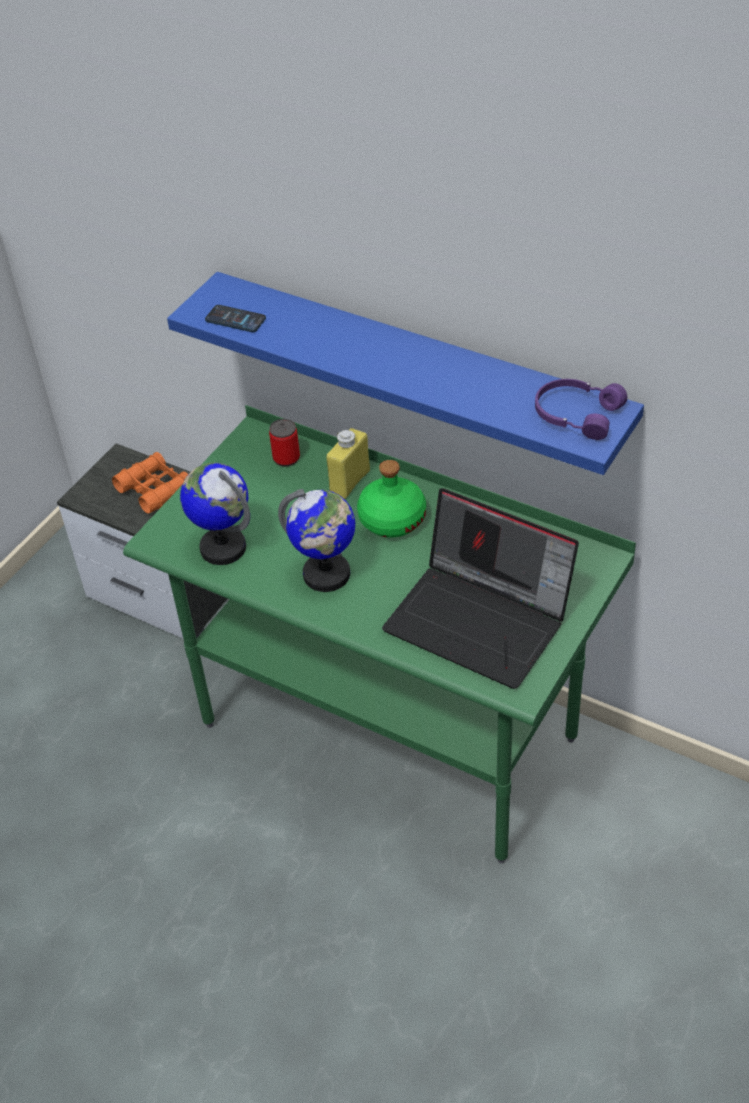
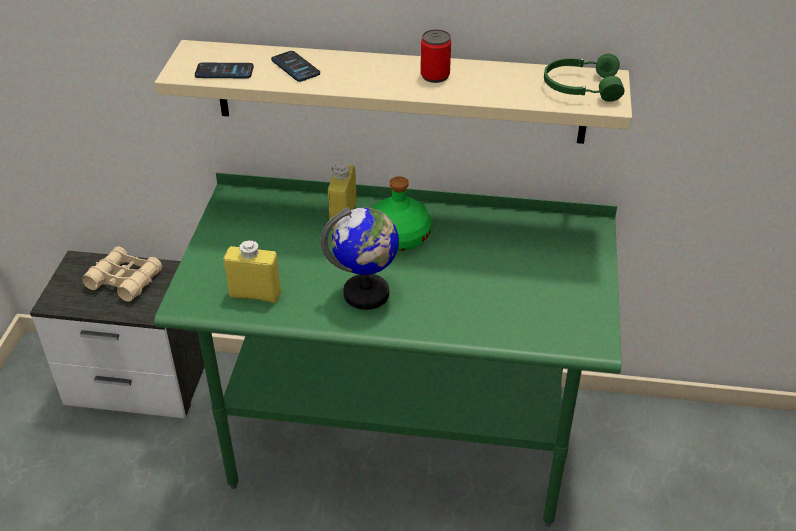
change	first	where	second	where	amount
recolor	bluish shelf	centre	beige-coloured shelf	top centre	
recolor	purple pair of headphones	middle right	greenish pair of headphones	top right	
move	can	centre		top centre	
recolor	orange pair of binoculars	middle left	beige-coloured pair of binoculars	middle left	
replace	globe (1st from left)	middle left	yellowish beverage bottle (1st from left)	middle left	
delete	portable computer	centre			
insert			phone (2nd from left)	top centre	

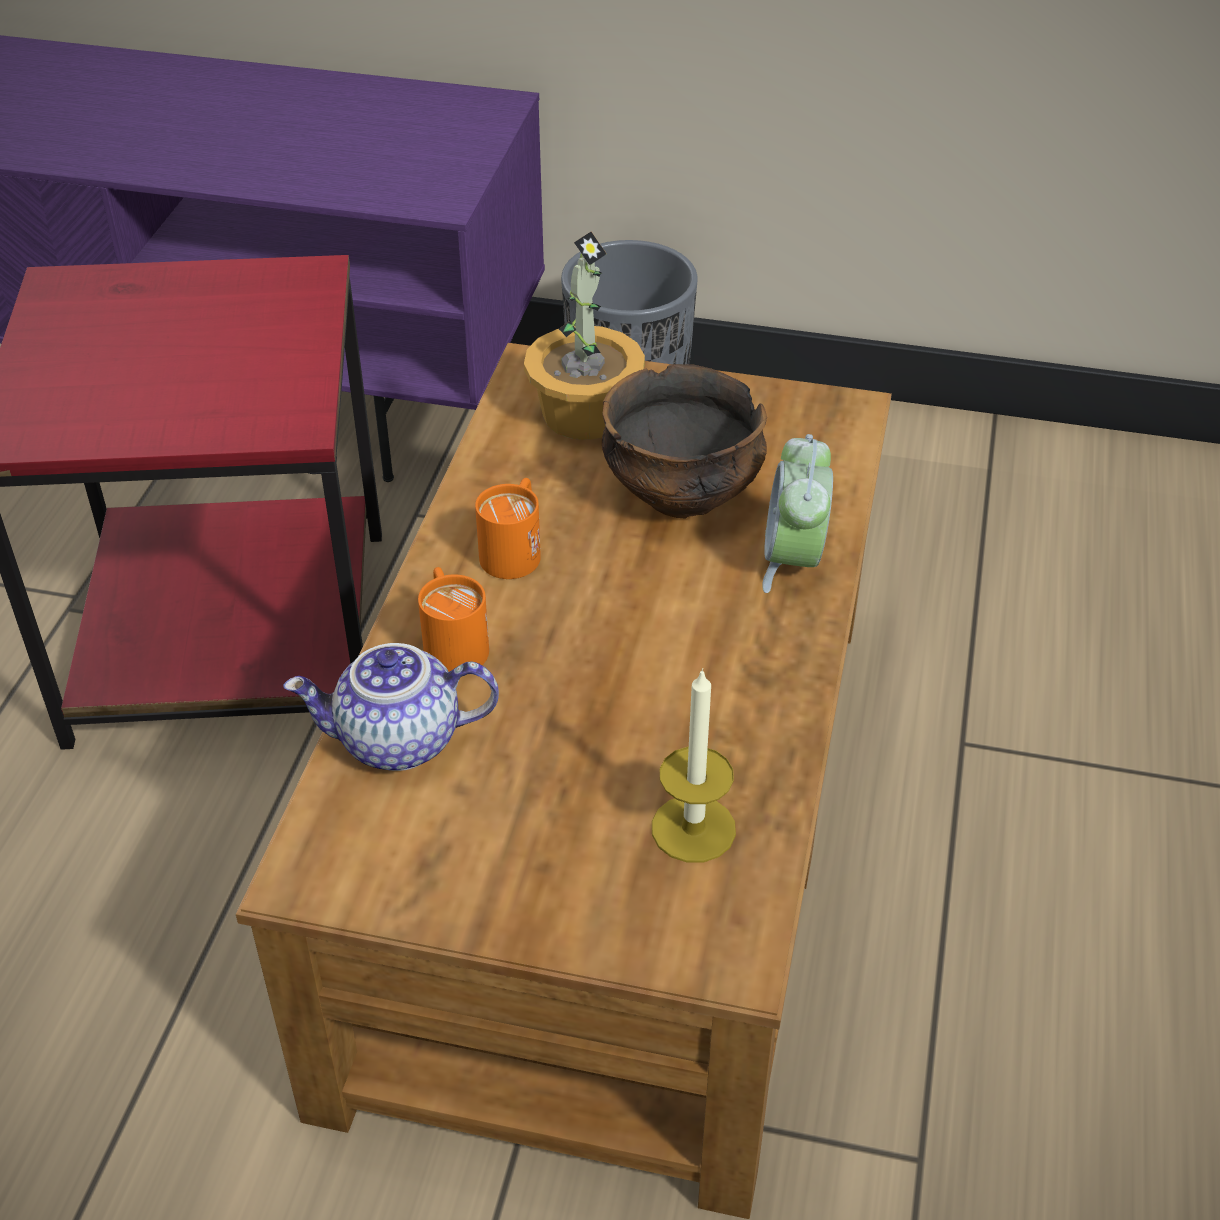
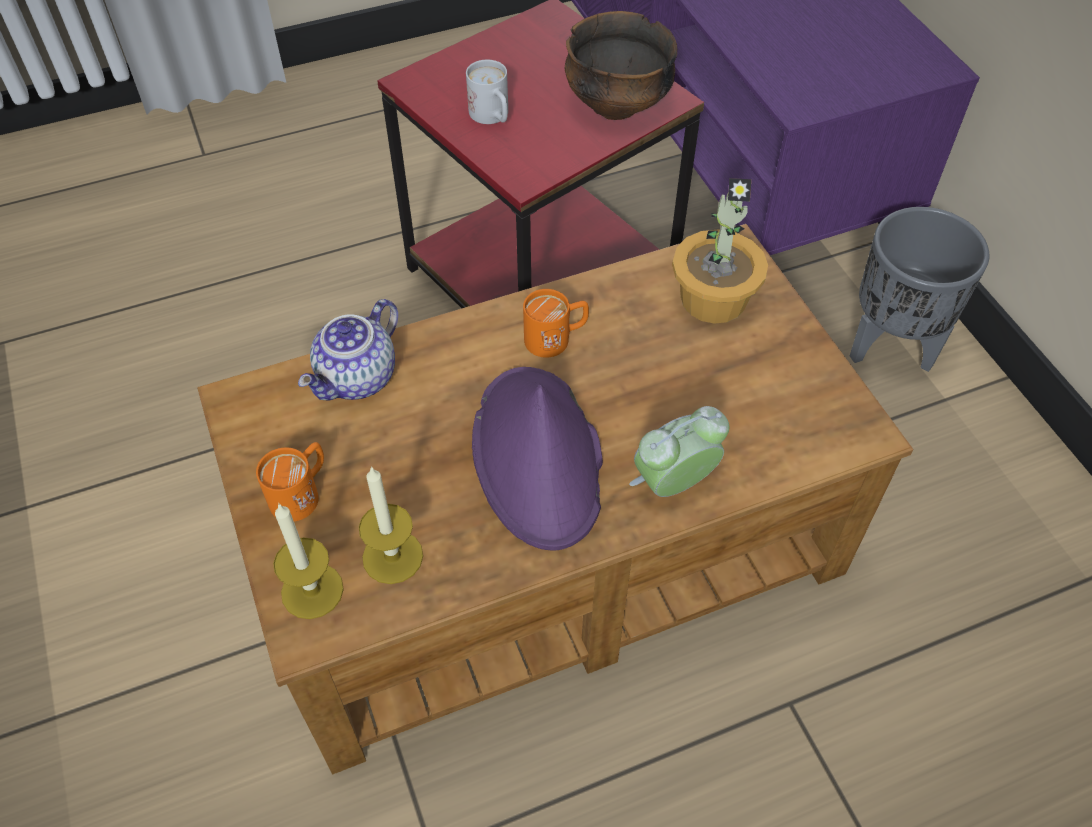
change	first	where	second	where	amount
move	bowl	centre		top centre	
move	orange coffee mug (1st from left)	centre		middle left	
rotate	tea pot	middle left		middle left	105 degrees counterclockwise
insert			whitish coffee mug	top centre	
insert			purple hat	centre	
insert			candle (1st from left)	bottom left	

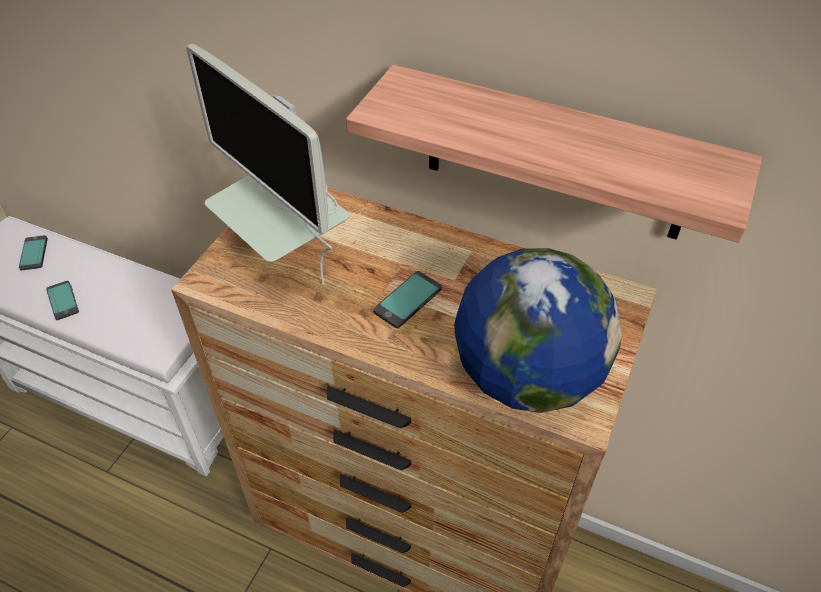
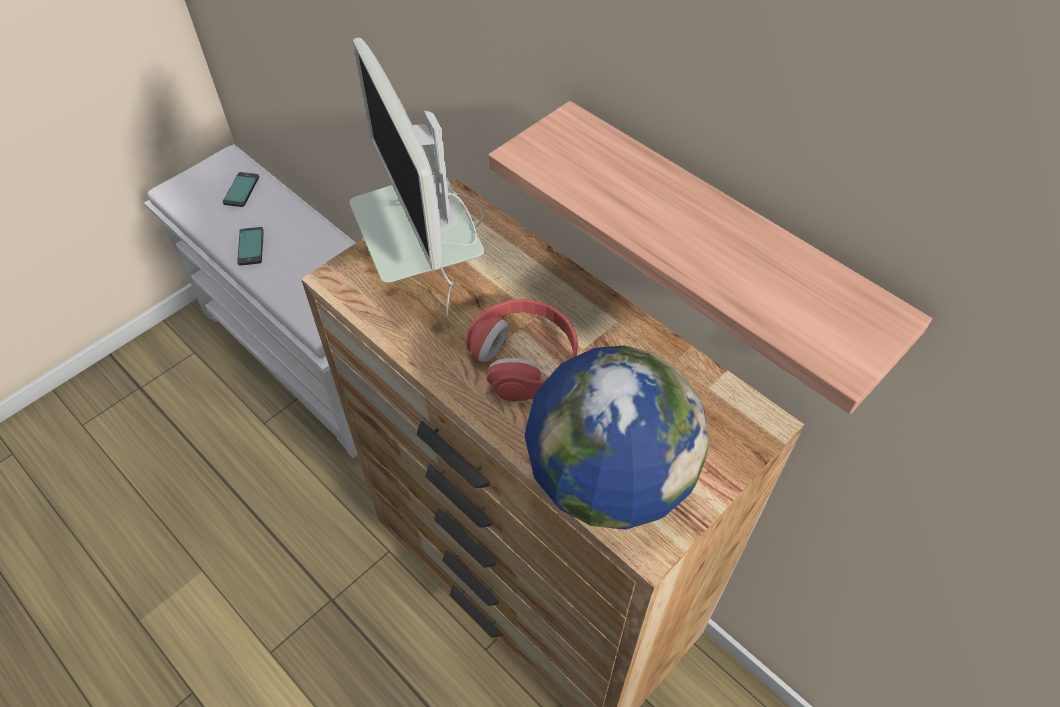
change	first	where	second	where	amount
replace	phone (3rd from left)	centre	reddish pair of headphones	centre	

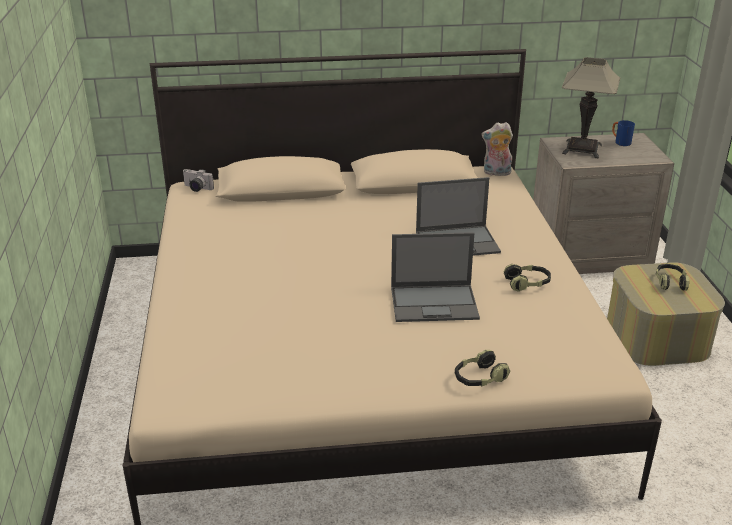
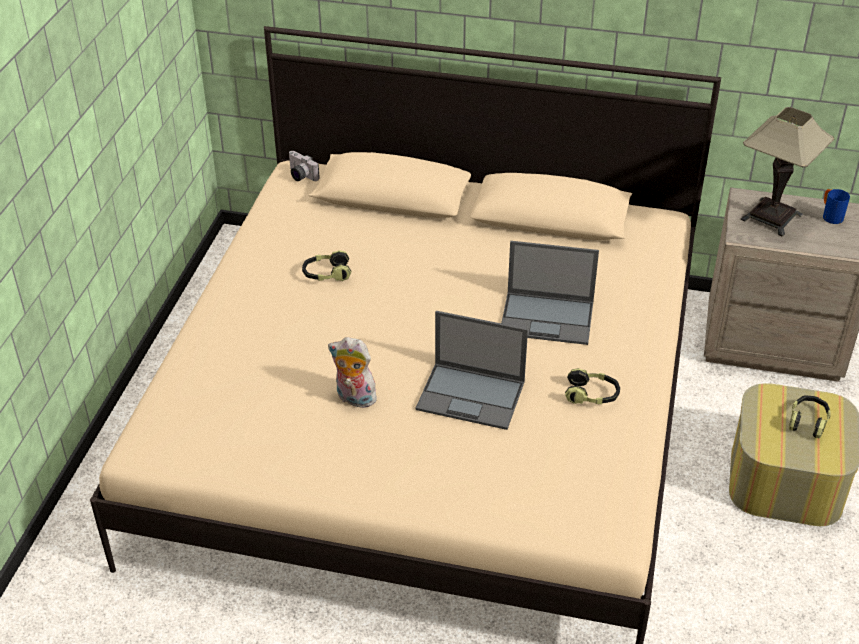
change	first	where	second	where	amount
move	cuddly toy	top right		centre	
move	pair of headphones (1st from left)	bottom centre		centre	

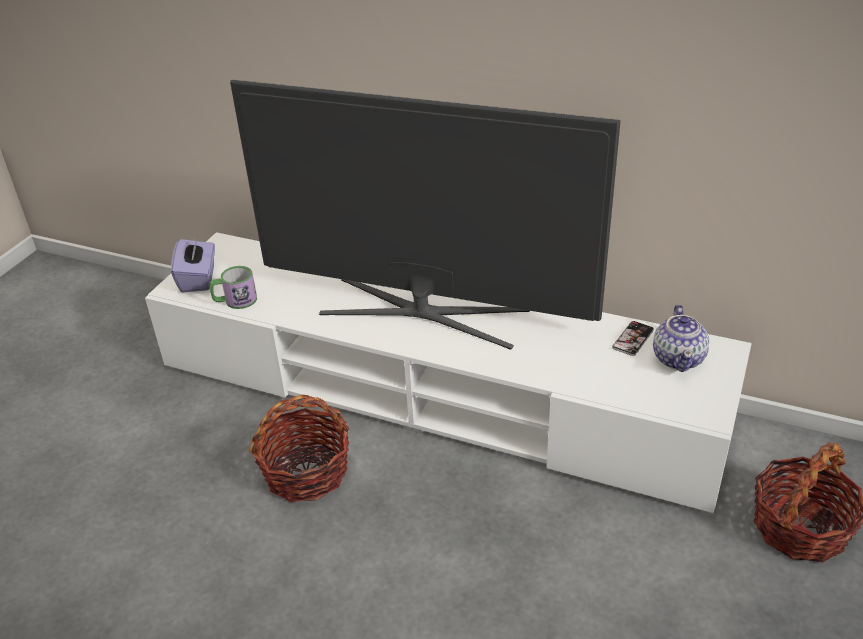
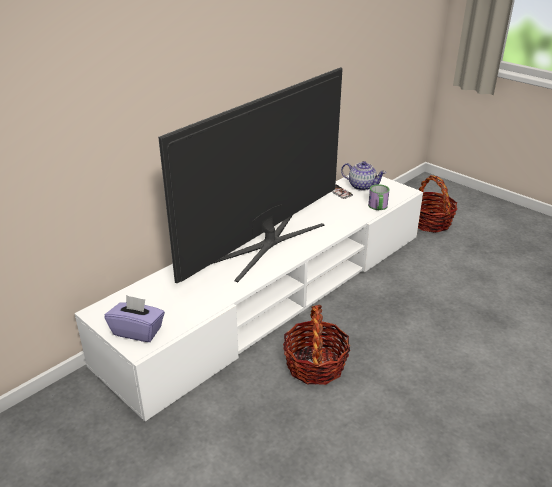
change	first	where	second	where	amount
move	coffee mug	middle left		middle right	

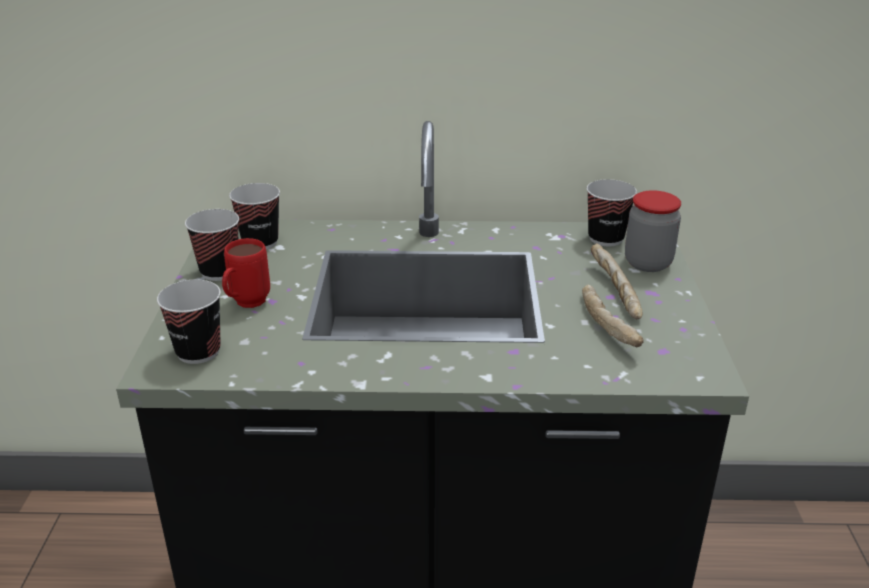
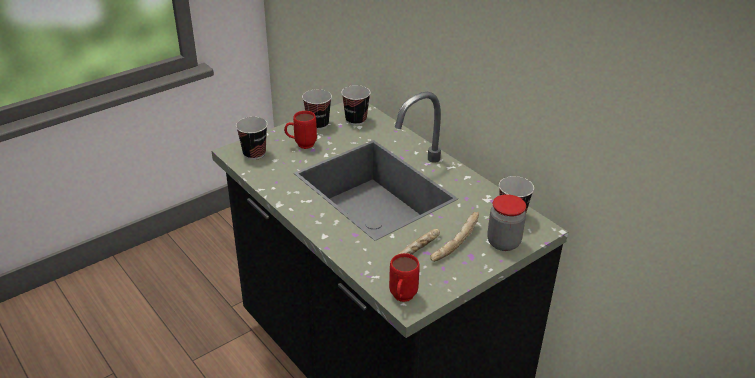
change	first	where	second	where	amount
insert			reddish coffee mug (2nd from left)	bottom centre	

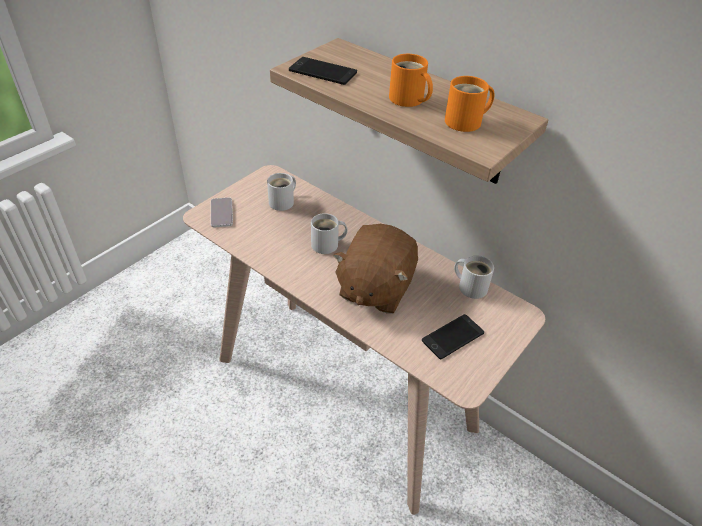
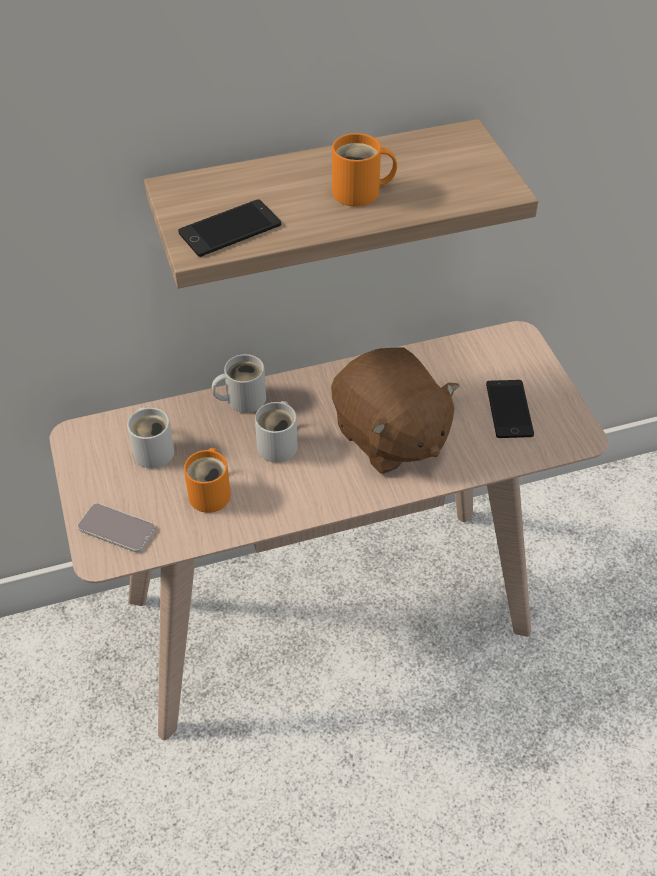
change	first	where	second	where	amount
move	orange coffee mug (2nd from left in the first image)	top right	orange coffee mug (1st from left)	middle left	
move	whitish coffee mug (3rd from left in the first image)	middle right	whitish coffee mug (2nd from left)	centre	

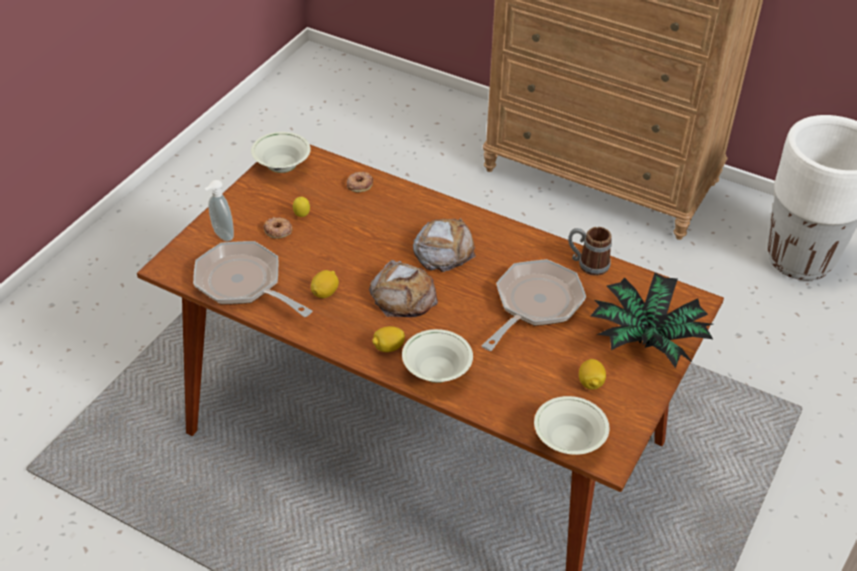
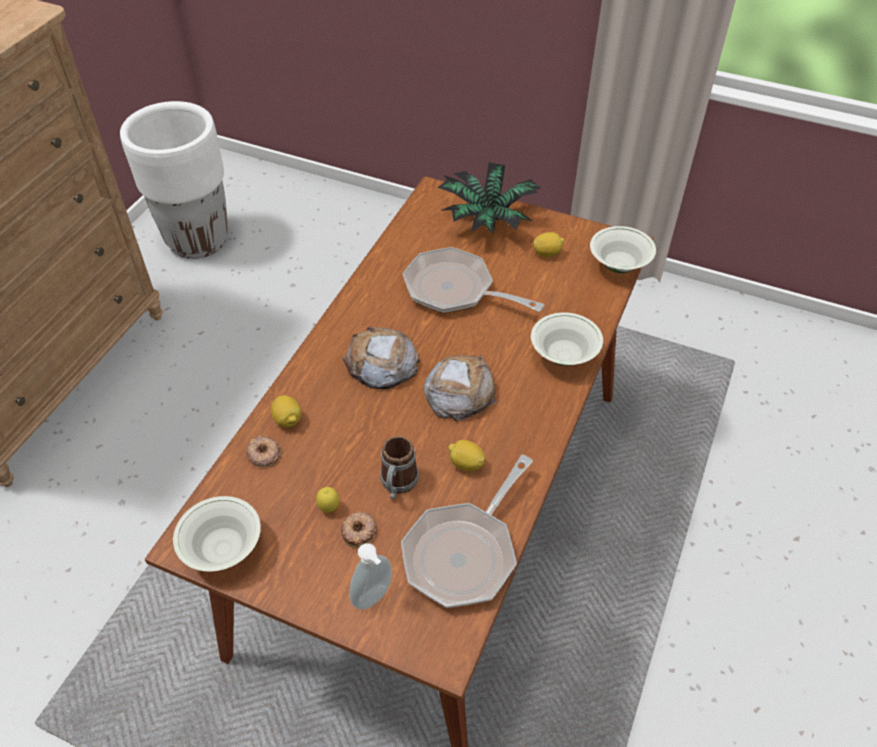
change	first	where	second	where	amount
move	coffee mug	middle right		centre	
move	lemon (3rd from left in the first image)	centre	lemon (1st from left)	middle left	

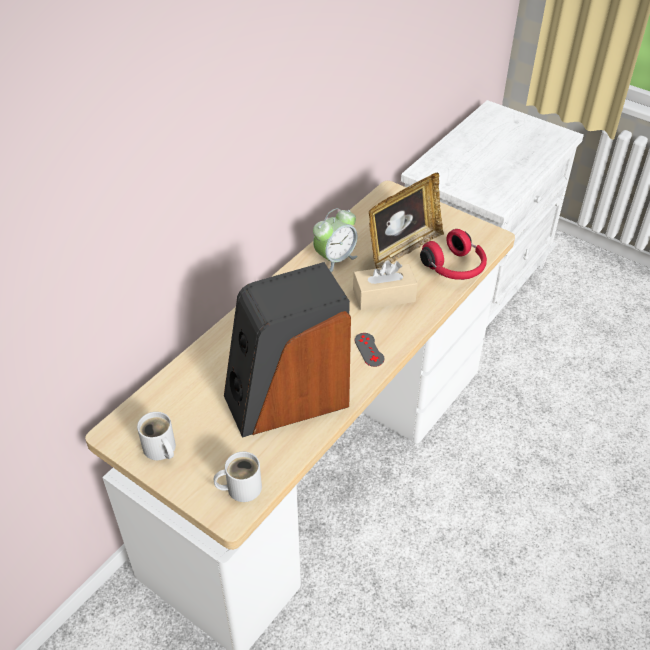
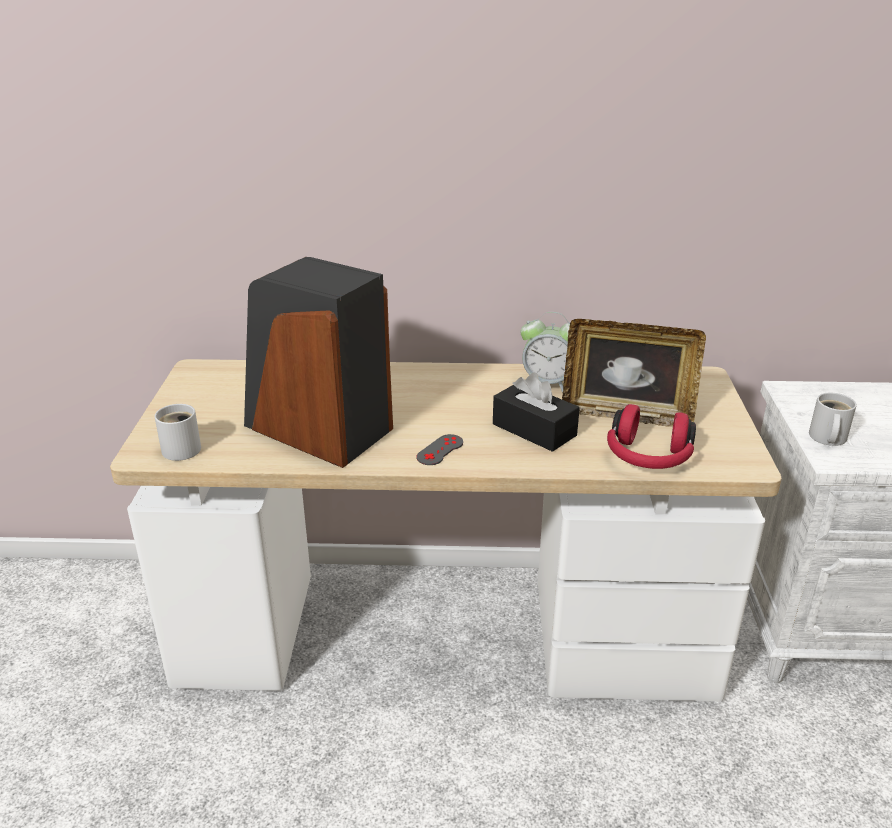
change	first	where	second	where	amount
recolor	beige-coloured tissue box	centre	black tissue box	centre	
move	whitish coffee mug (1st from left in the first image)	bottom left	whitish coffee mug (2nd from left)	middle right	

